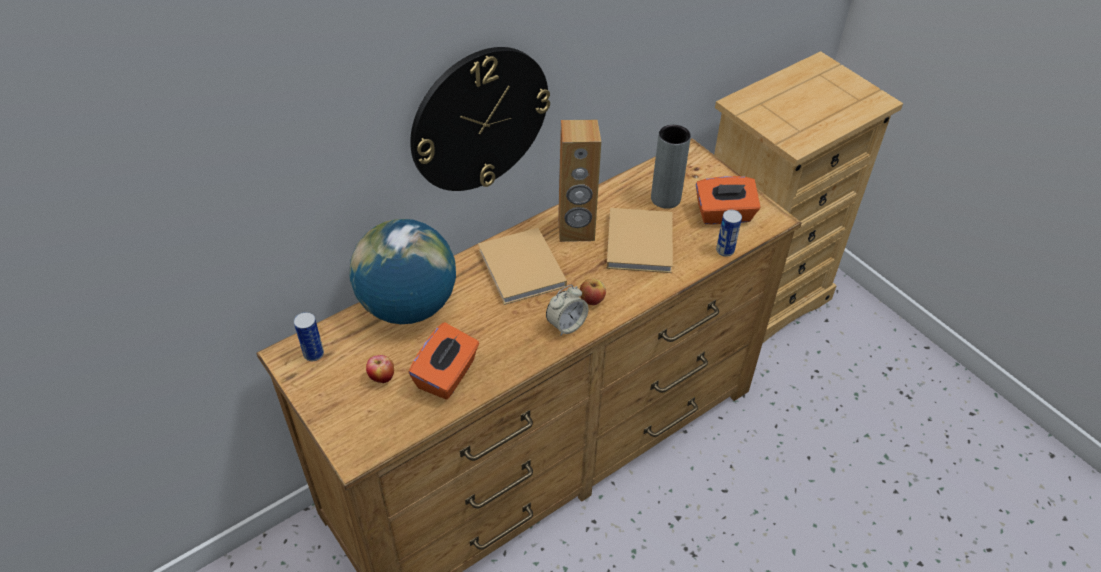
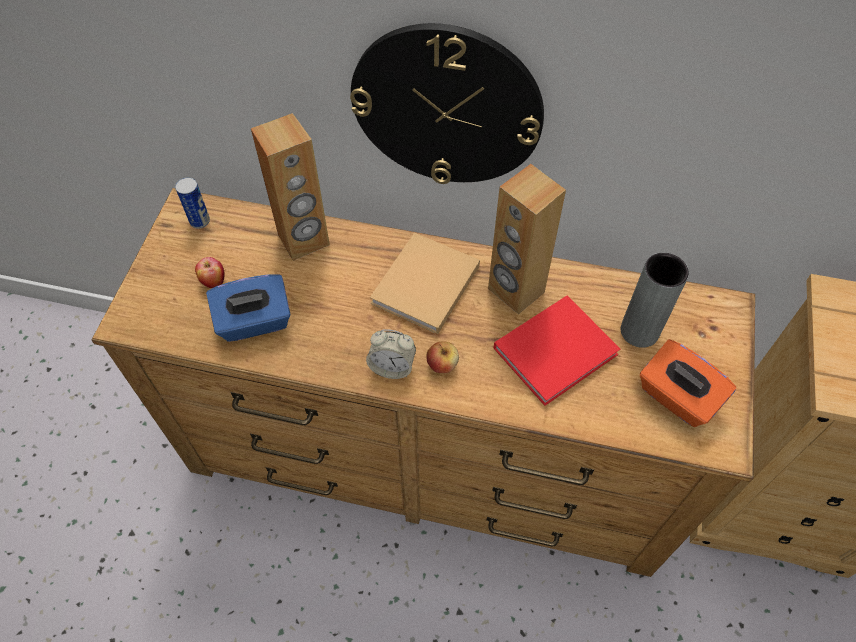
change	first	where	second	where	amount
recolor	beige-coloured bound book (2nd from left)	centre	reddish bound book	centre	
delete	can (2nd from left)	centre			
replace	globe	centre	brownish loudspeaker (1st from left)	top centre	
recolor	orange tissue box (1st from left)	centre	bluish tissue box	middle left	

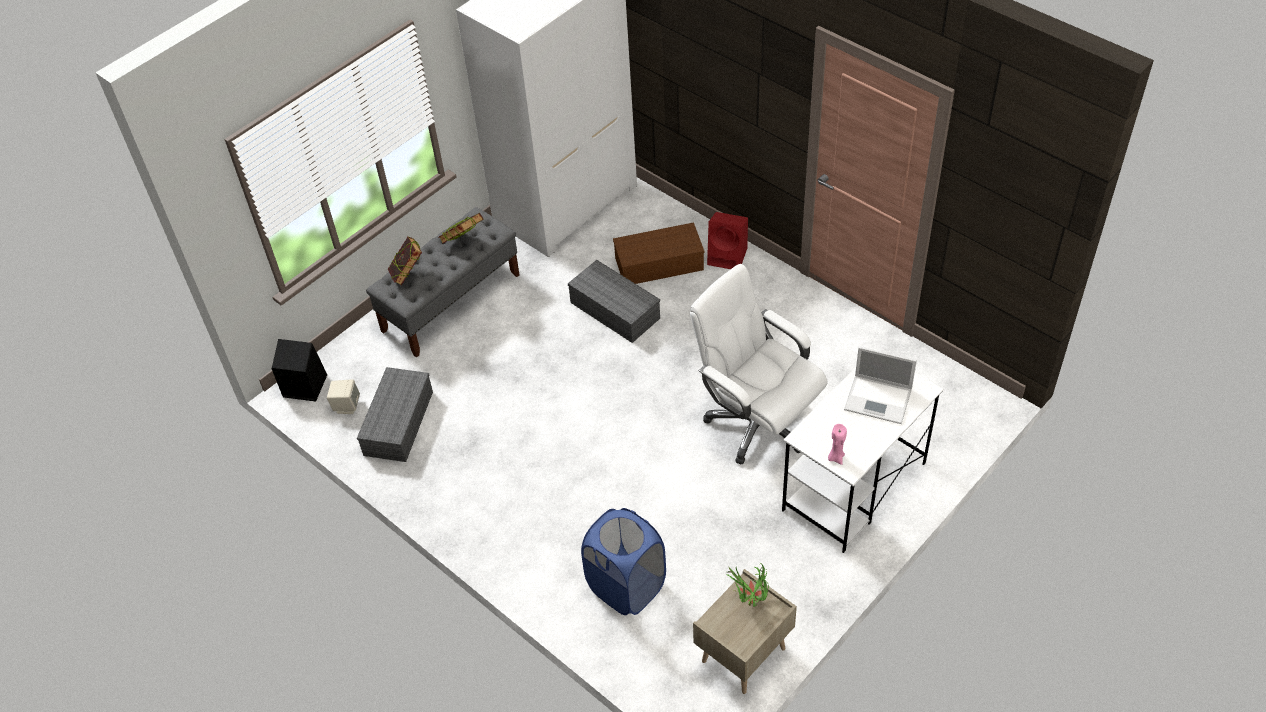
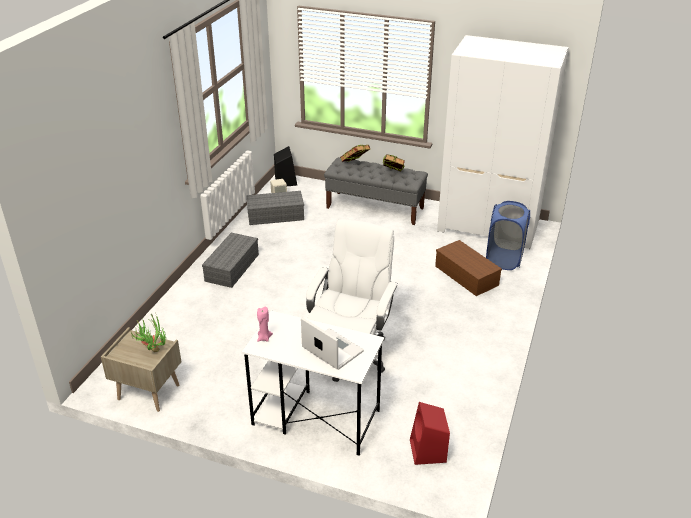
change	first	where	second	where	amount
move	reddish loudspeaker	centre		bottom centre	
move	grey storage container (2nd from left in the first image)	centre	grey storage container (1st from left)	middle left	
rotate	portable computer	middle right		centre	135 degrees clockwise
move	bluish laundry basket	bottom centre		middle right	

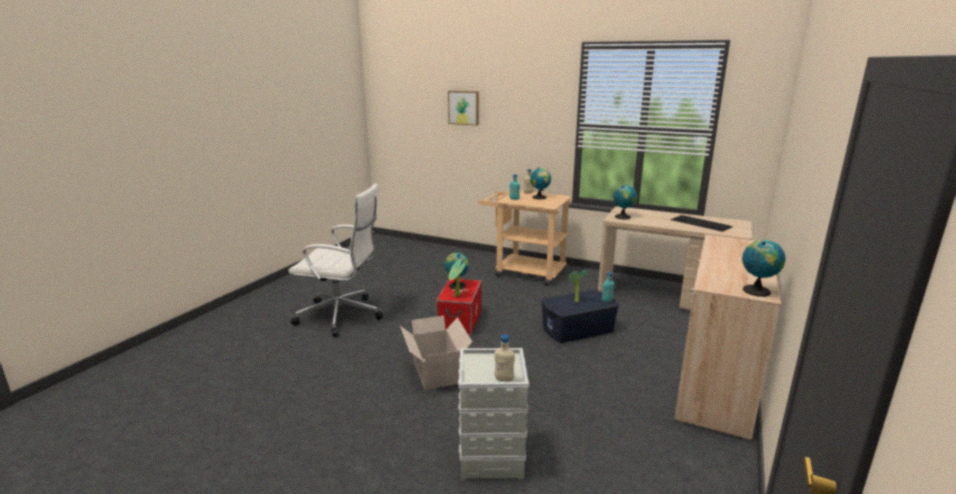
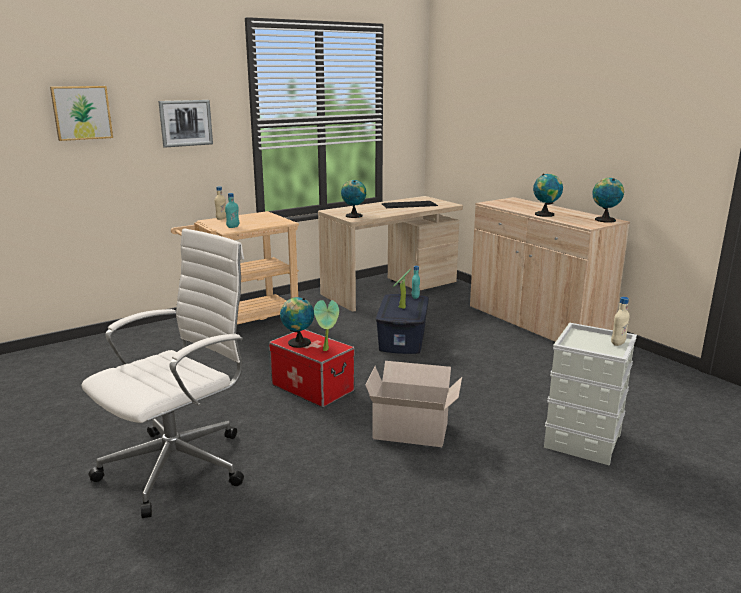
change	first	where	second	where	amount
move	globe (2nd from left in the first image)	centre	globe (3rd from left)	top right	
insert			wall art (2nd from left)	top left	

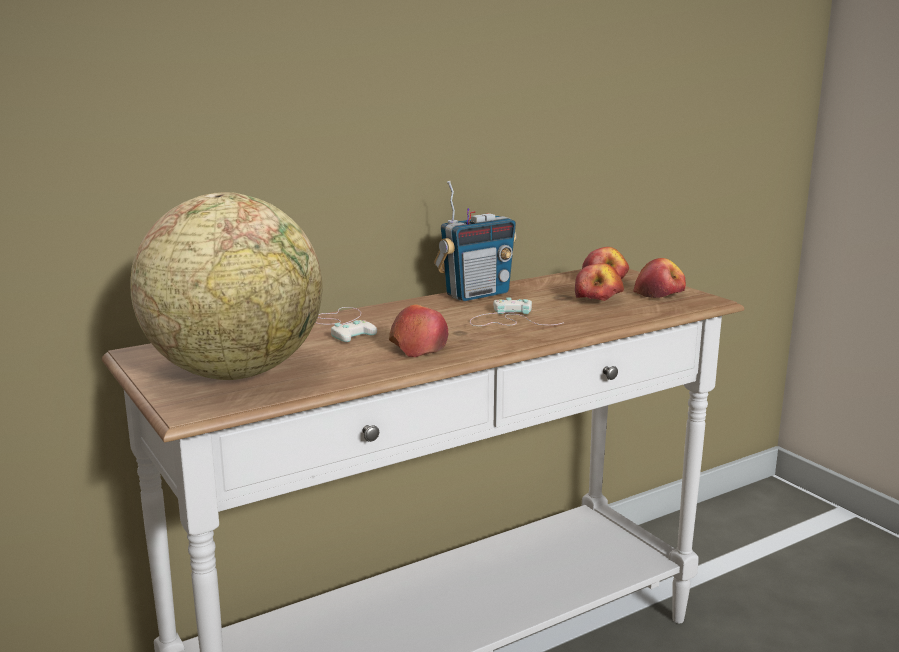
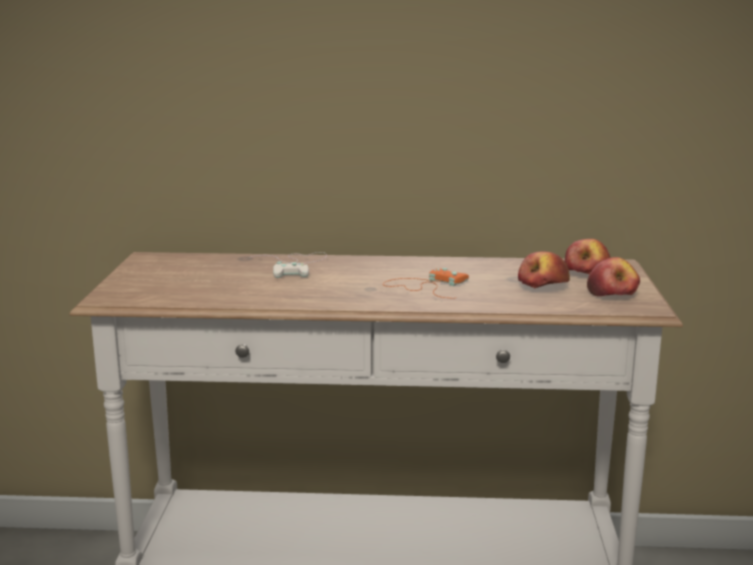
change	first	where	second	where	amount
delete	radio set	centre			
delete	globe	middle left			
recolor	whitish game controller (2nd from left)	centre	orange game controller	centre	
delete	apple (1st from left)	centre			

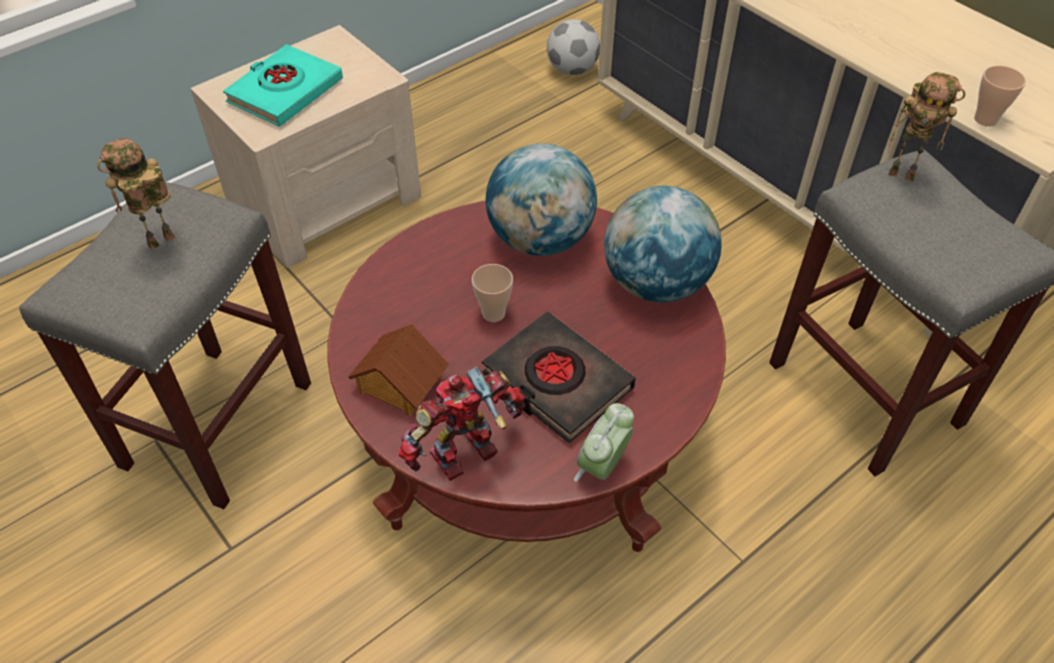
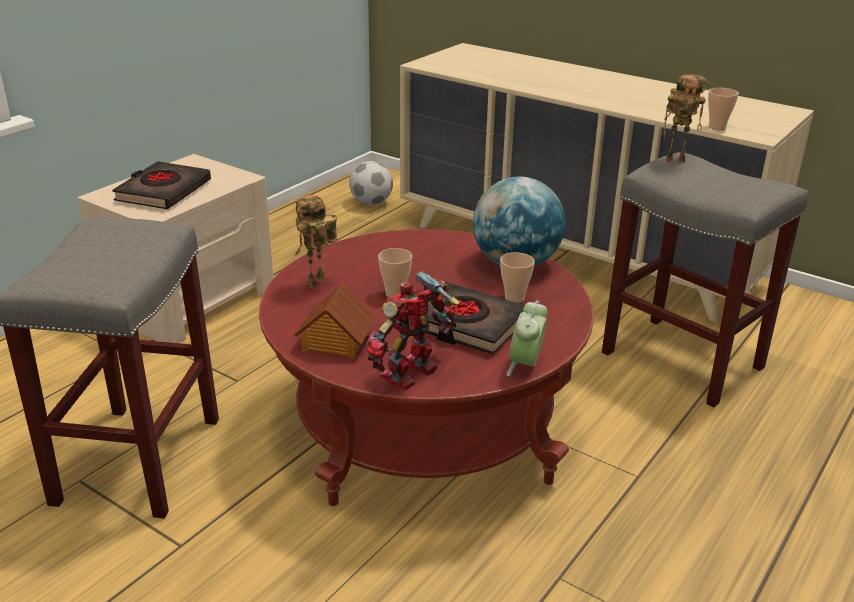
change	first	where	second	where	amount
recolor	turquoise-coloured bound book	top left	black bound book (1st from left)	top left	
move	robot figure (1st from left)	top left		centre	
delete	globe (1st from left)	top centre			
insert			cup (2nd from left)	centre	

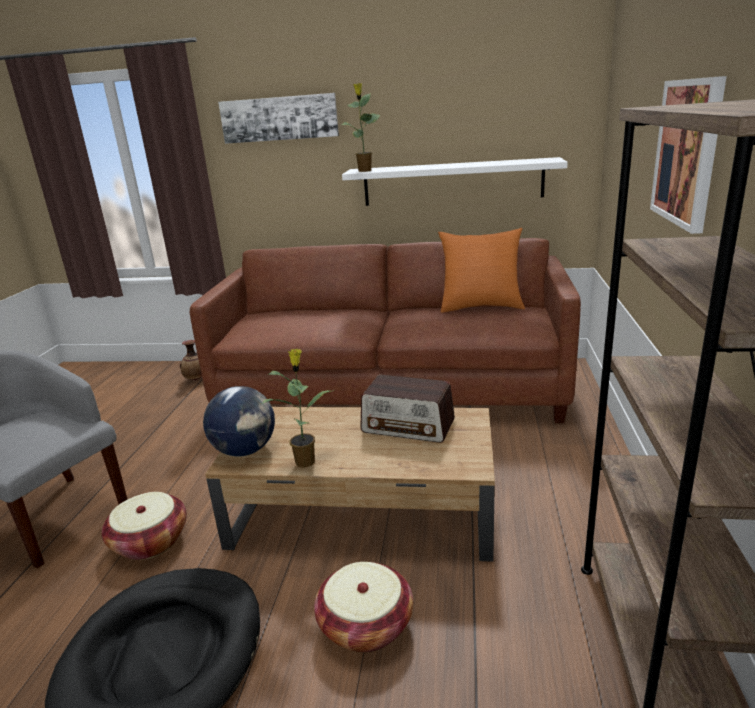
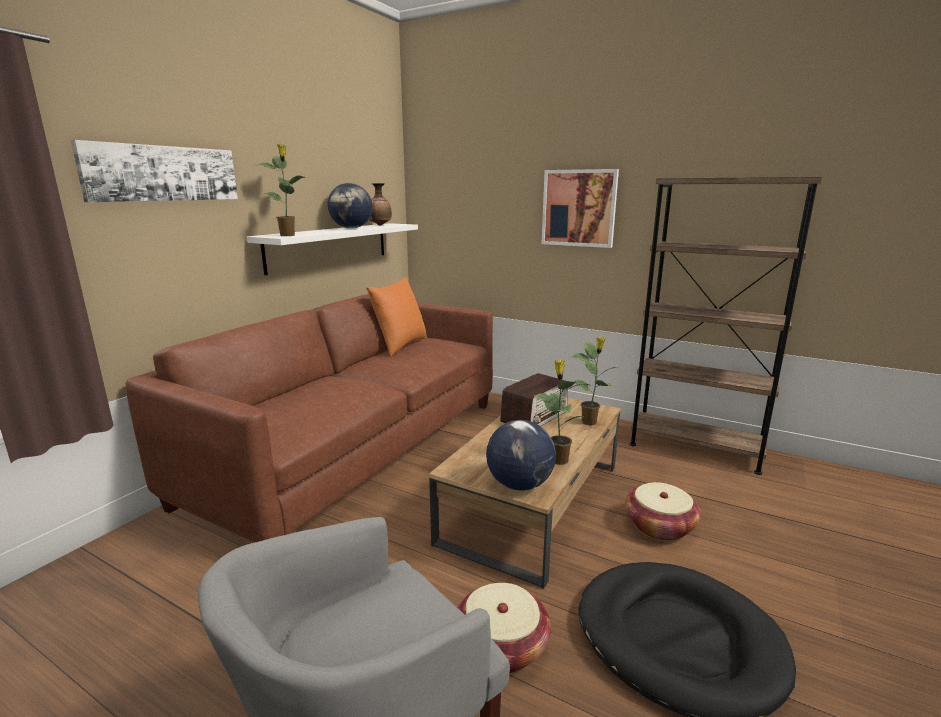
change	first	where	second	where	amount
move	flower vase	middle left		top centre	
insert			globe (1st from left)	top centre	
insert			plant in a pot (3rd from left)	centre	

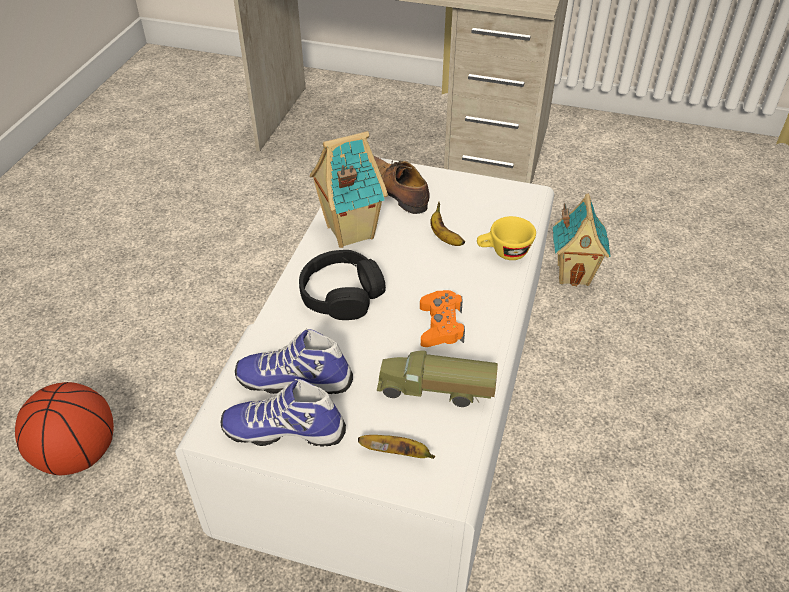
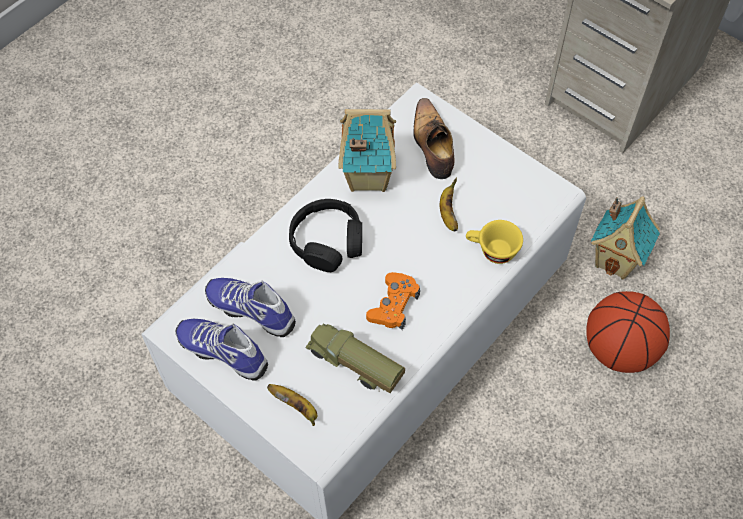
change	first	where	second	where	amount
move	basketball	bottom left		middle right	

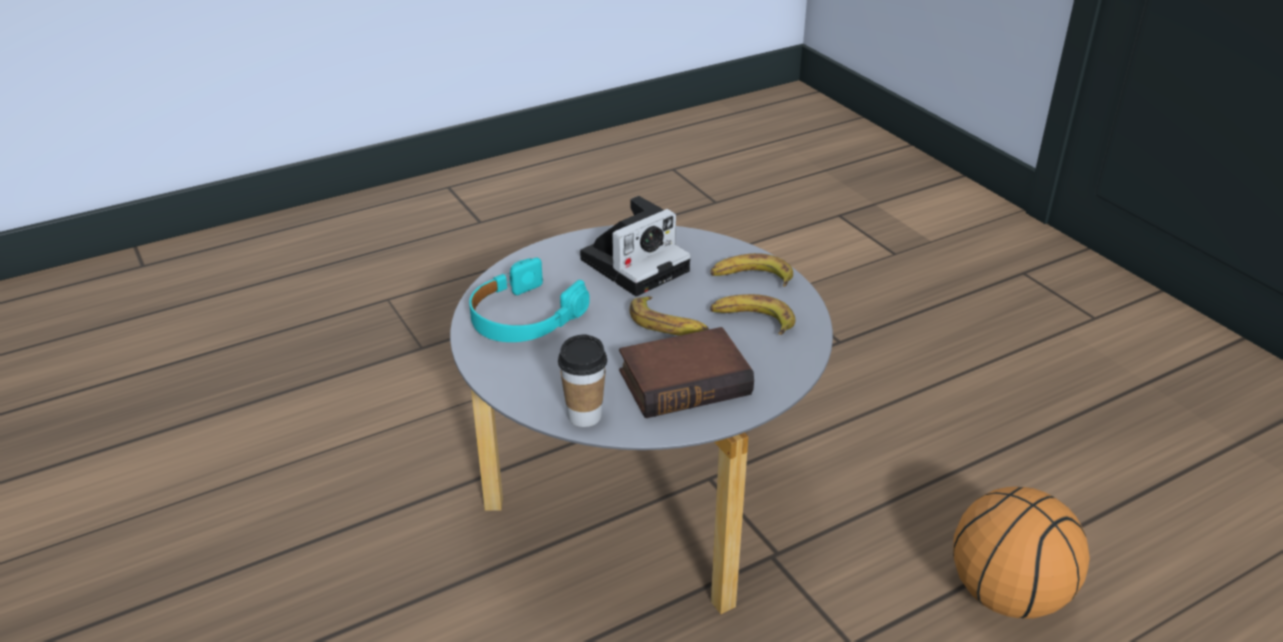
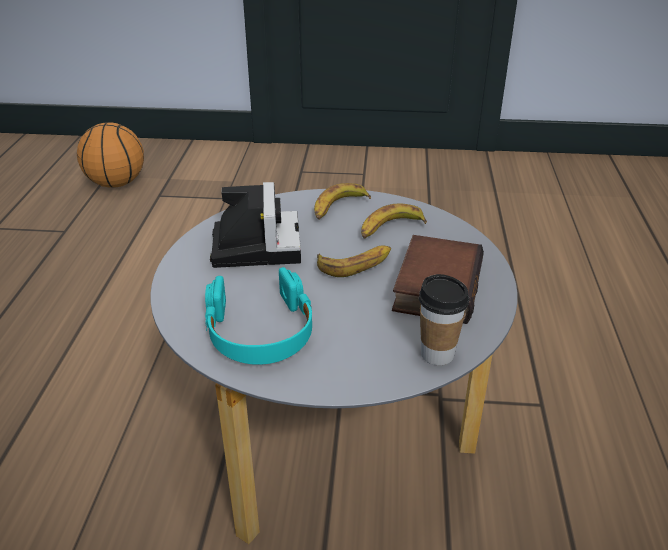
change	first	where	second	where	amount
move	basketball	bottom right		top left	

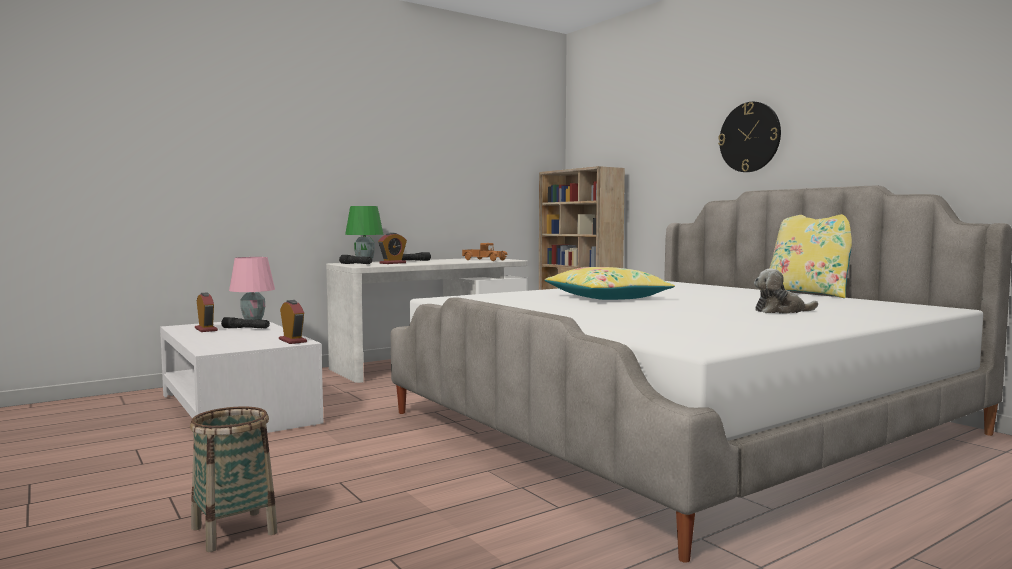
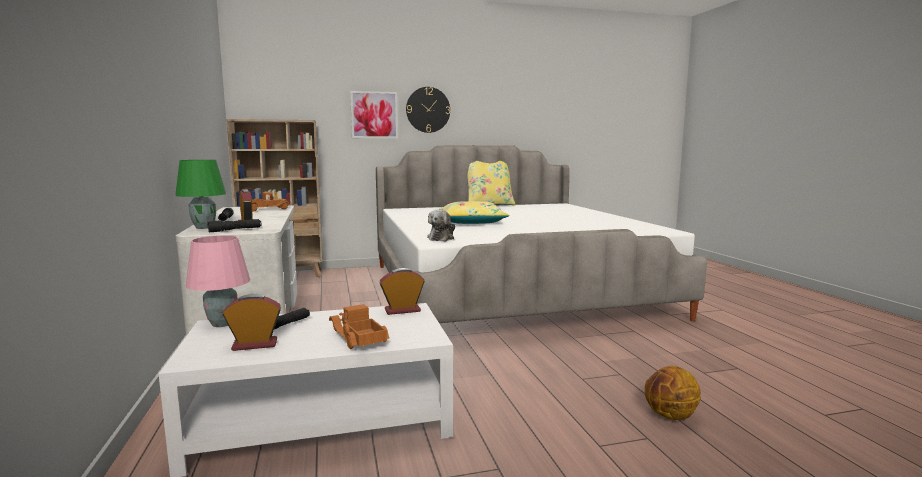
change	first	where	second	where	amount
move	cuddly toy	middle right		centre	
replace	storage basket	bottom left	basketball	bottom right	
insert			wall art	top centre	
insert			toy truck (2nd from left)	bottom centre	

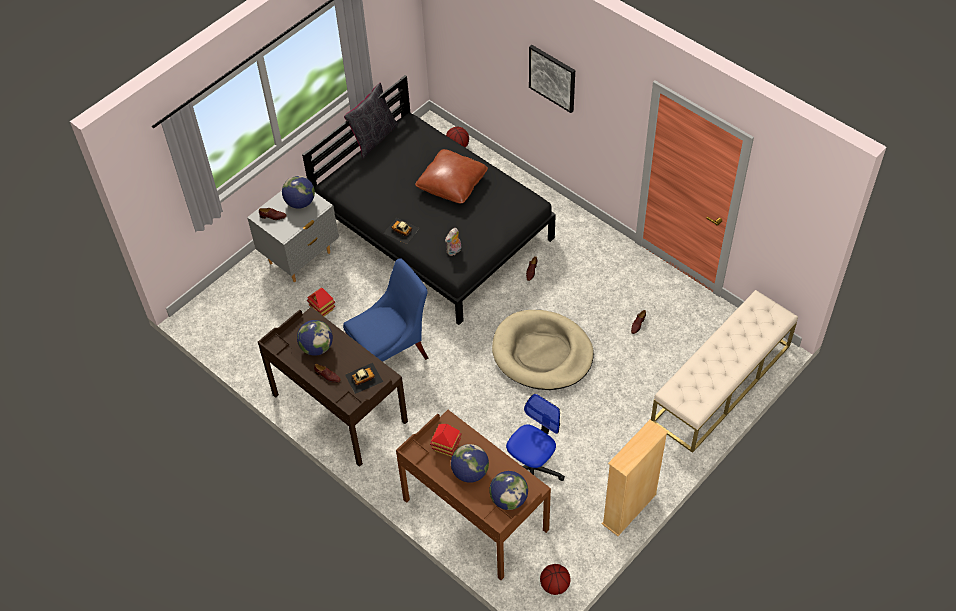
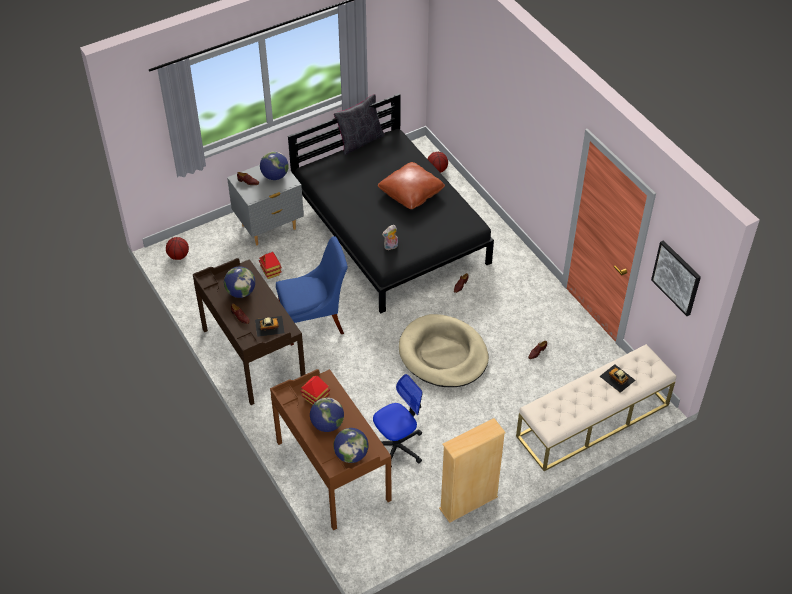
change	first	where	second	where	amount
move	wall art	top centre		middle right	
move	toy car (2nd from left)	centre		middle right	
move	basketball (2nd from left in the first image)	bottom centre	basketball (1st from left)	middle left	

